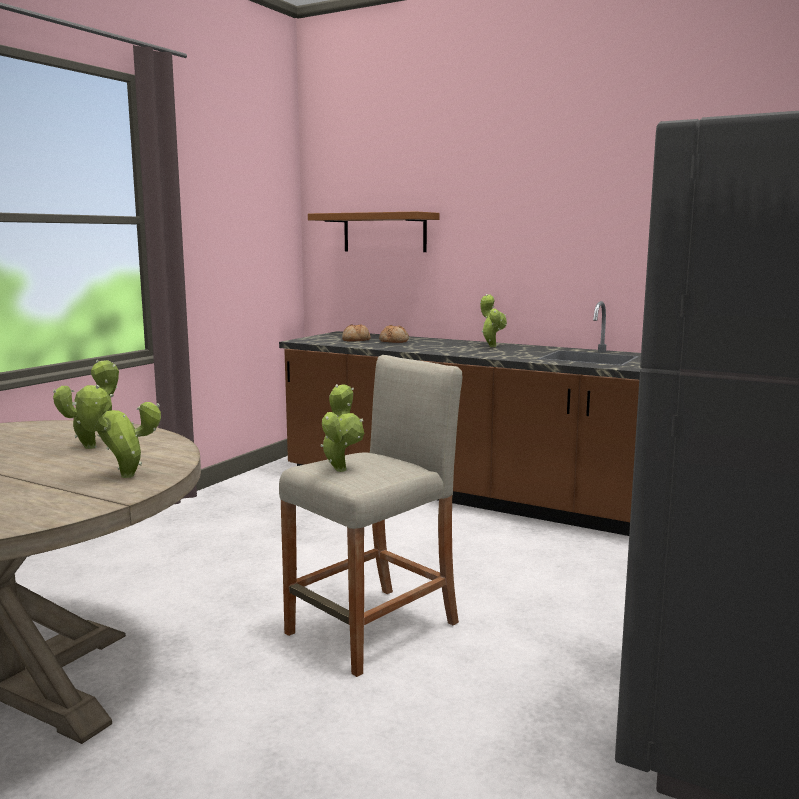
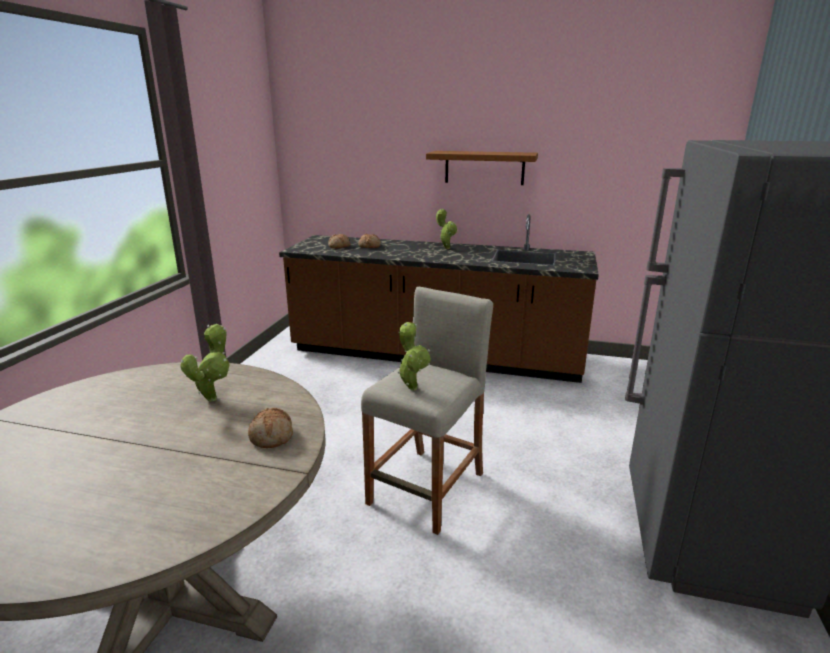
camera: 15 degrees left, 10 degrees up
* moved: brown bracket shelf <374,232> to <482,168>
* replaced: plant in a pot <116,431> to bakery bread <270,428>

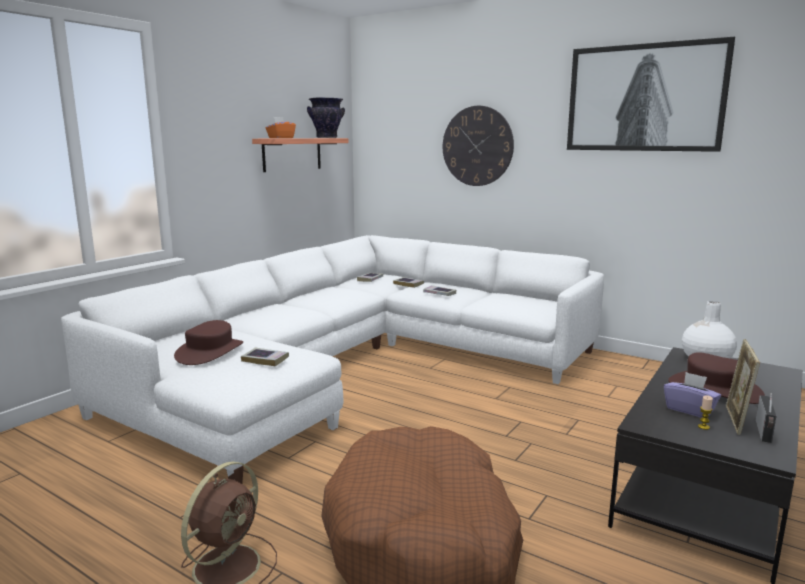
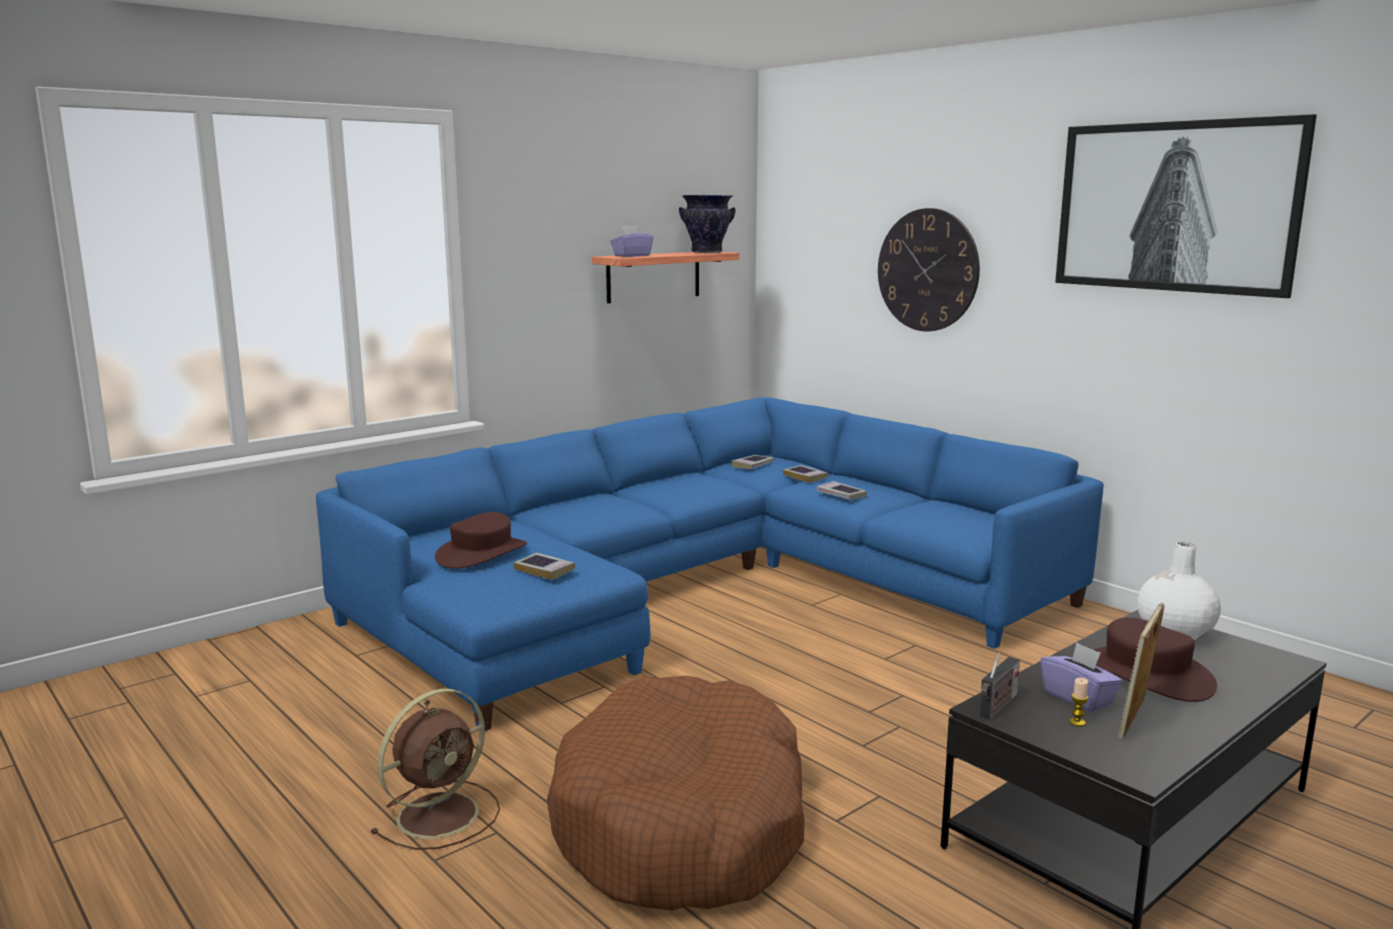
camera: 15 degrees right, 0 degrees up
* moved: radio <766,418> to <999,685>
* recoloured: white sofa <332,359> to bluish sofa <710,564>
* recoloured: orange tissue holder <280,127> to purplish tissue holder <632,241>

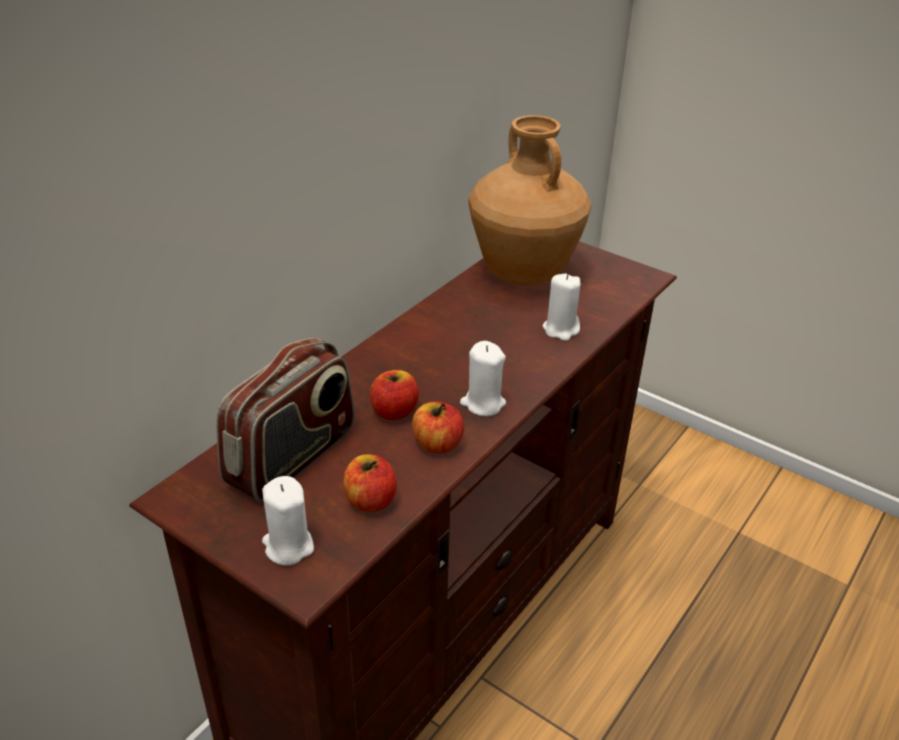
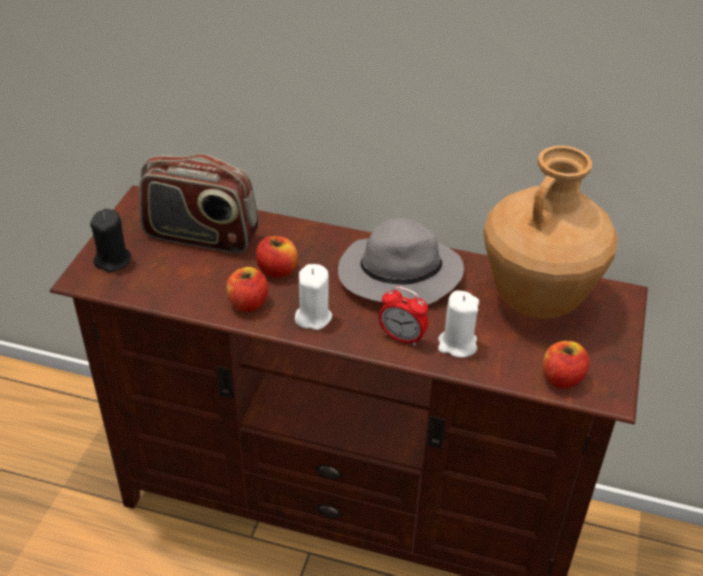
camera: 70 degrees right, 5 degrees up
* added: gray hat <401,261>
* added: bedside clock <403,316>
* moved: apple fruit <370,483> to <566,365>
* recoloured: white candle <288,521> to blackish candle <110,240>

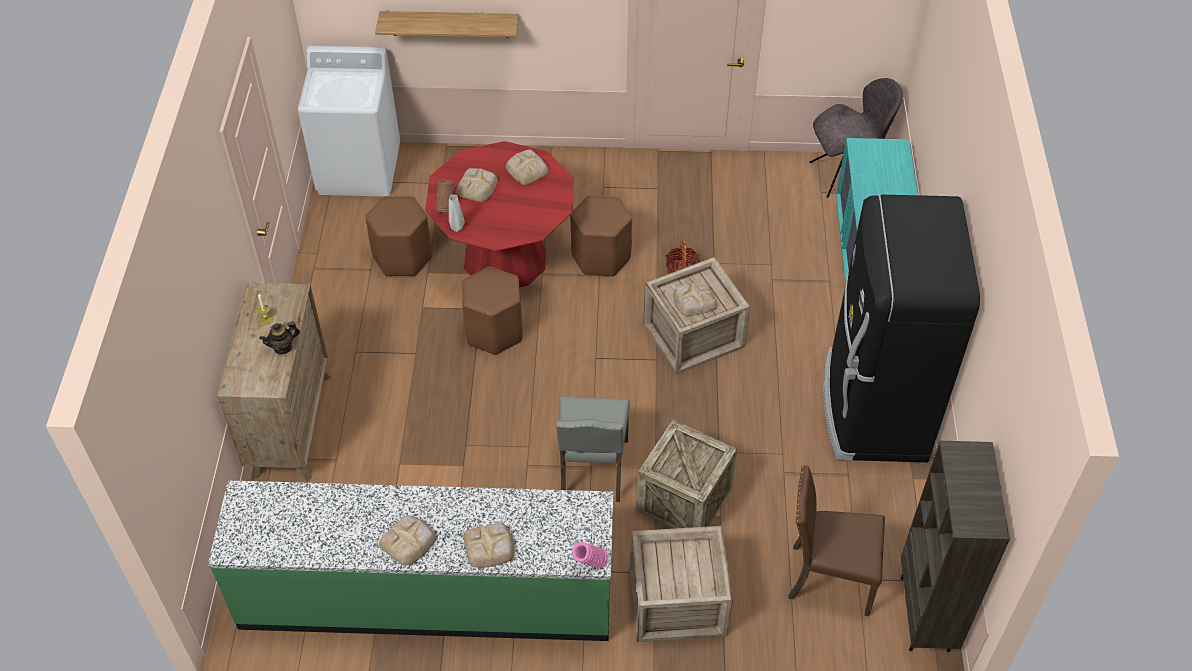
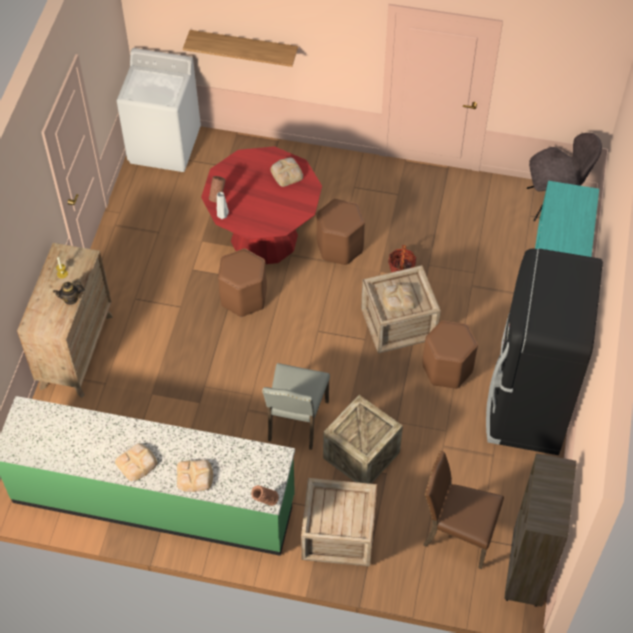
camera: 10 degrees right, 5 degrees up
* removed: bakery bread <476,185>
* moved: brown stool seat <398,236> to <450,354>
* recoloured: pink-coloured vase <590,555> to brown vase <265,495>

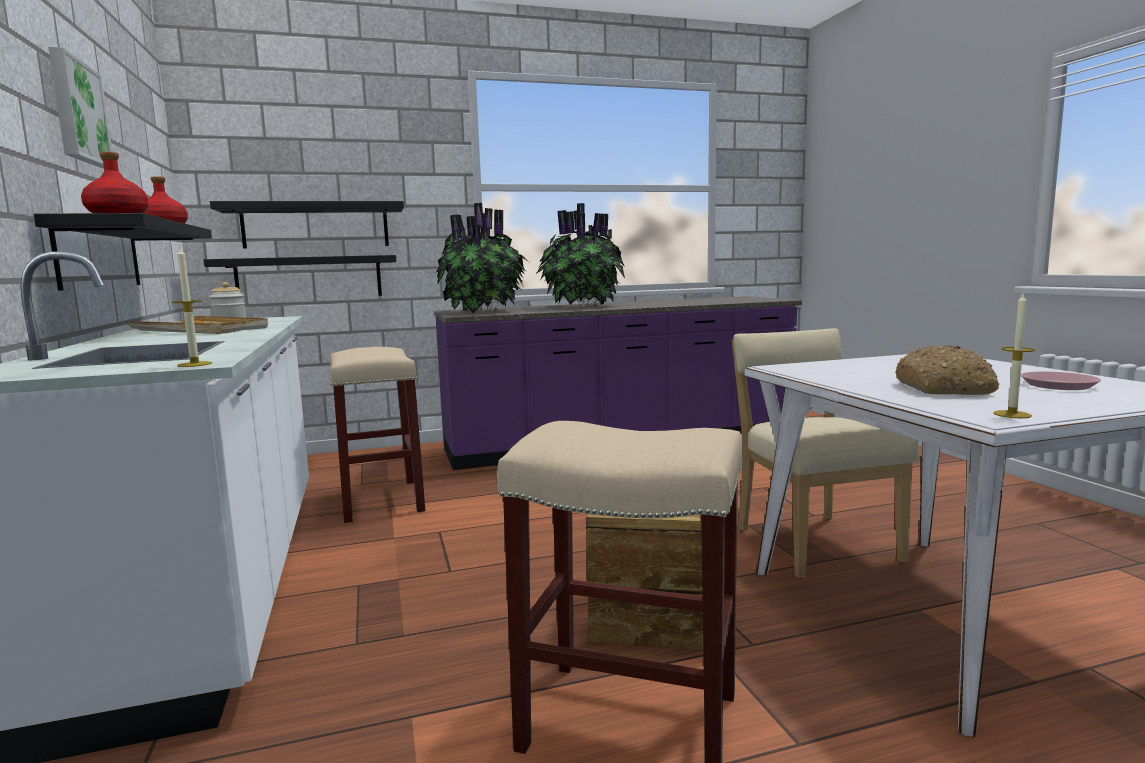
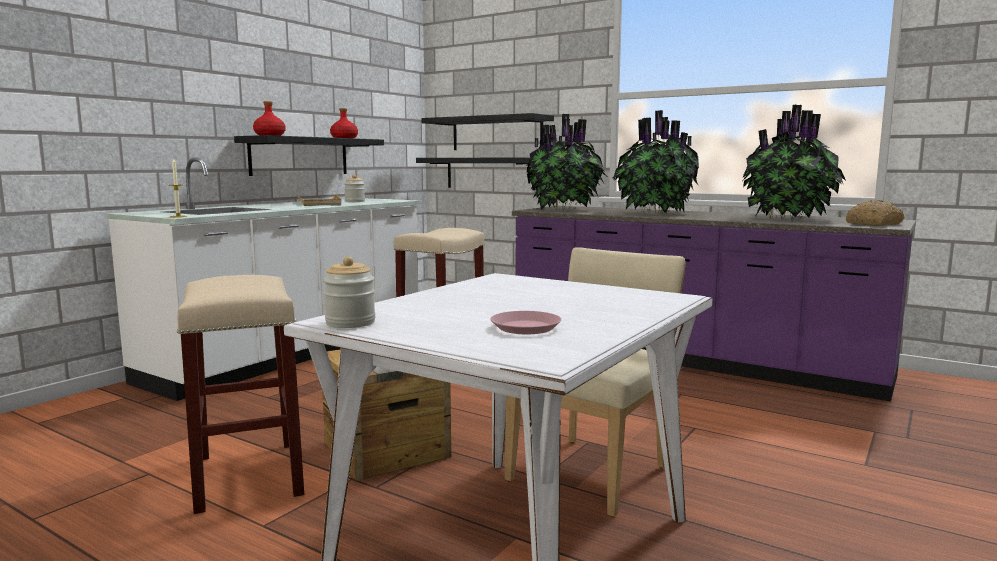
camera: 50 degrees right, 0 degrees up
* removed: picture <80,108>
* added: plant in a pot <794,162>
* moved: bakery bread <947,370> to <875,213>
* replaced: candle <1014,355> to jar <349,292>

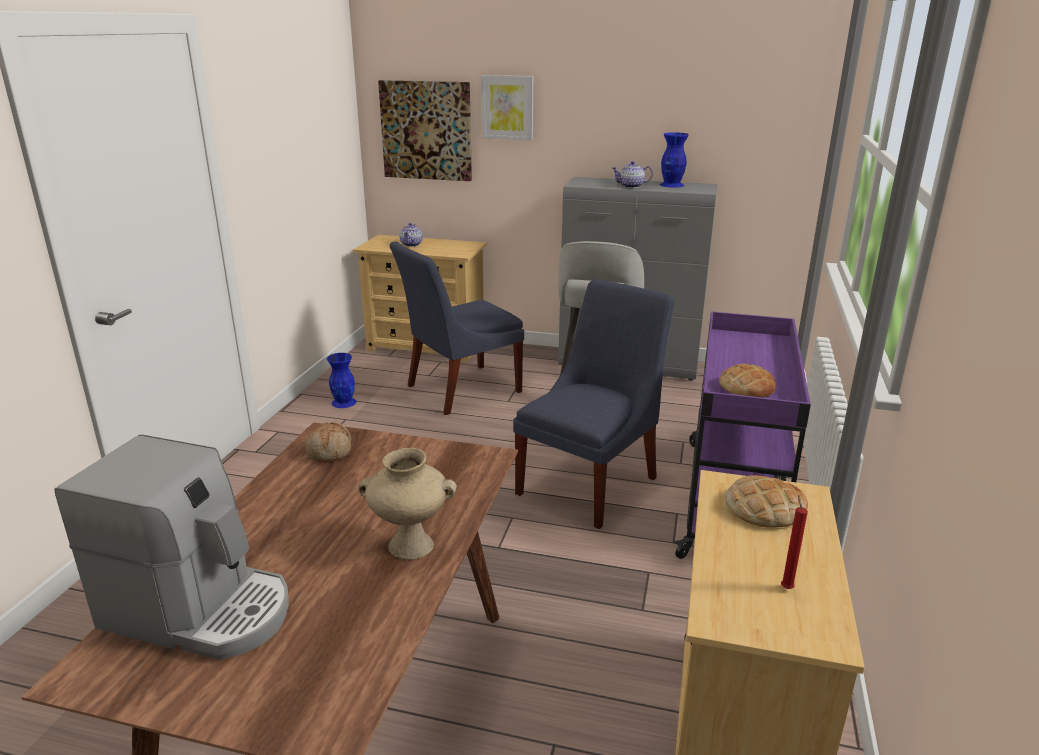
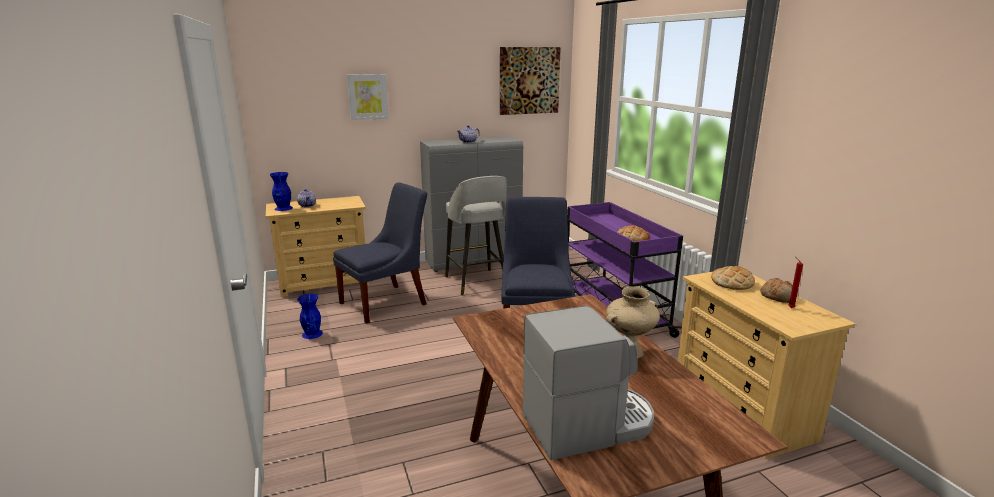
camera: 35 degrees left, 5 degrees down
* moved: bakery bread <328,442> to <776,290>
* moved: picture <425,130> to <530,81>
* moved: bluish vase <674,160> to <281,191>
* turned: bluish chair <457,328> = <380,253> 150 degrees counterclockwise

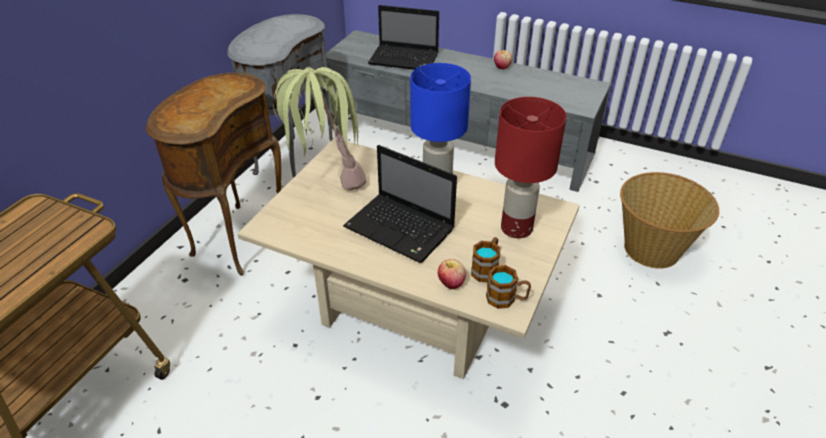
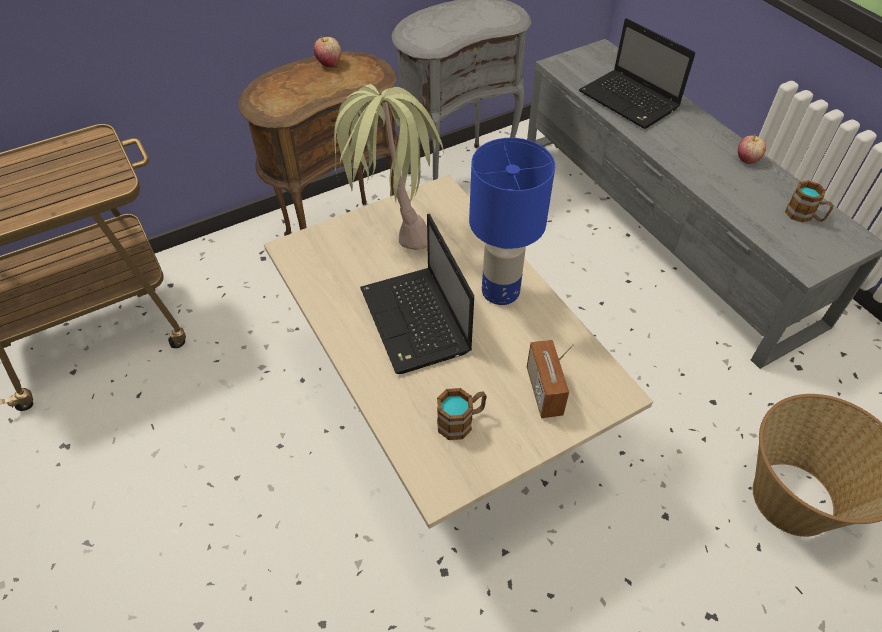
camera: 35 degrees right, 10 degrees up
* moved: apple fruit <452,274> to <327,51>
* moved: coffee mug <508,287> to <809,201>
* replaced: reddish table lamp <531,167> to radio <550,379>

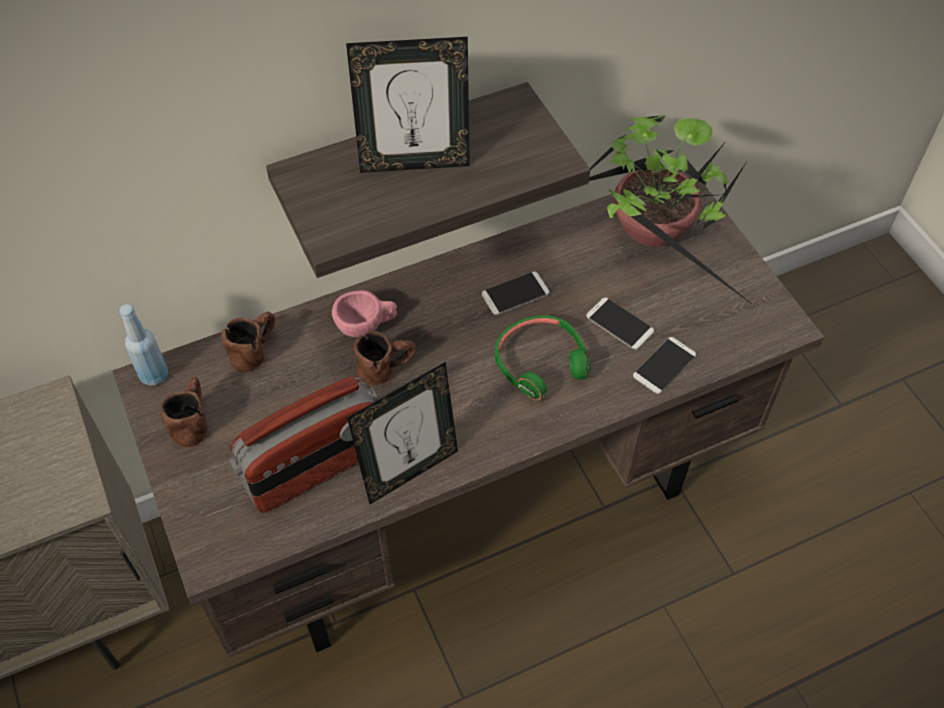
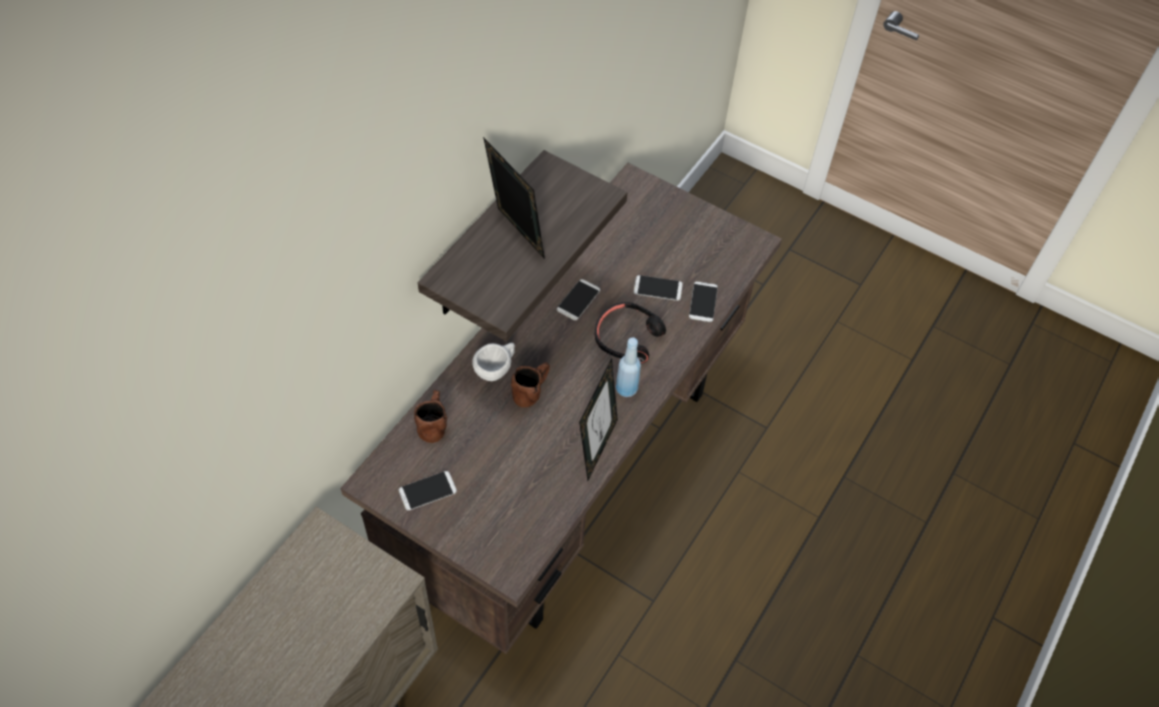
camera: 35 degrees left, 0 degrees up
* removed: radio <303,444>
* removed: plant in a pot <673,211>
* moved: bluish bottle <143,345> to <628,367>
* replaced: brown coffee mug <184,412> to telephone <428,491>
* recoloured: pink-coloured cup <364,313> to white cup <493,362>
* recoloured: green pair of headphones <542,358> to blackish pair of headphones <630,333>
* turned: photo frame <408,105> = <514,198> 90 degrees counterclockwise

